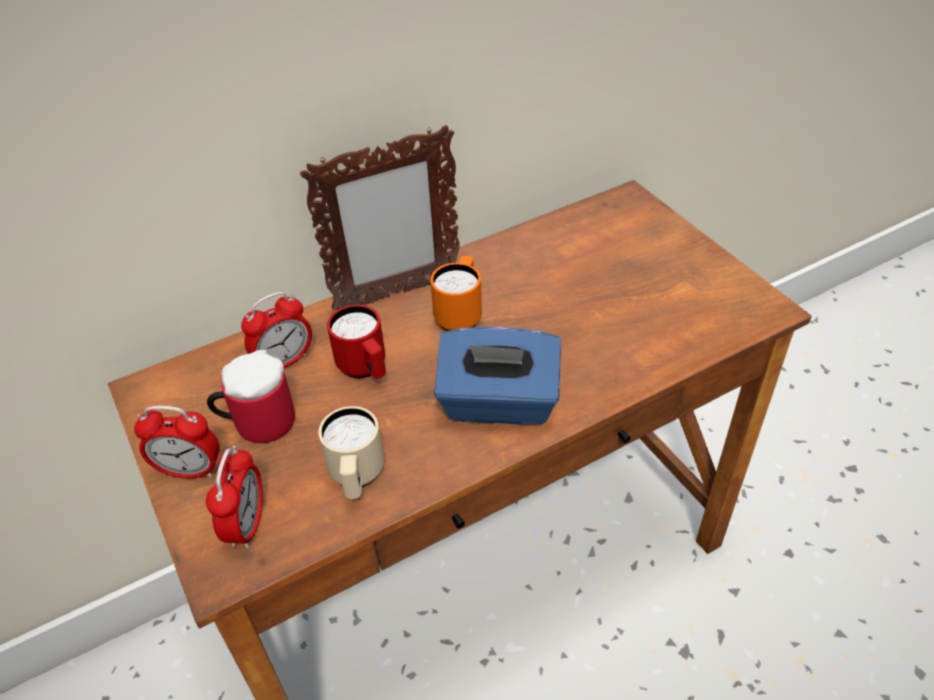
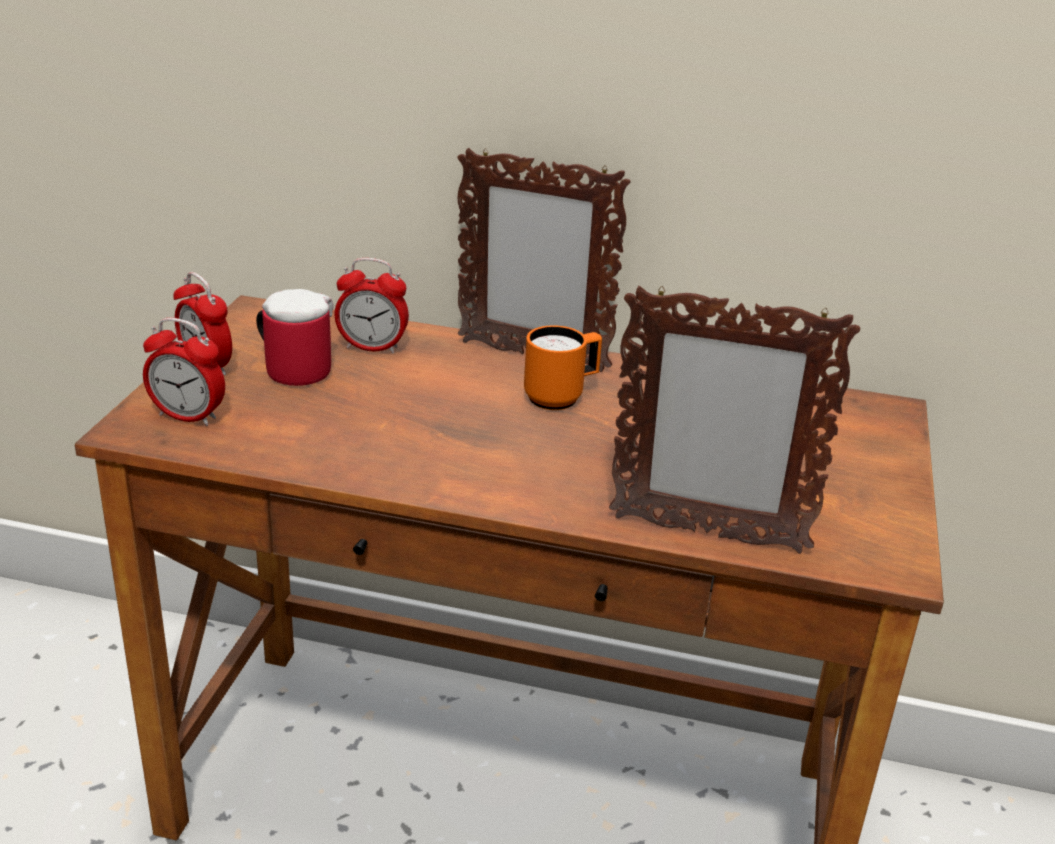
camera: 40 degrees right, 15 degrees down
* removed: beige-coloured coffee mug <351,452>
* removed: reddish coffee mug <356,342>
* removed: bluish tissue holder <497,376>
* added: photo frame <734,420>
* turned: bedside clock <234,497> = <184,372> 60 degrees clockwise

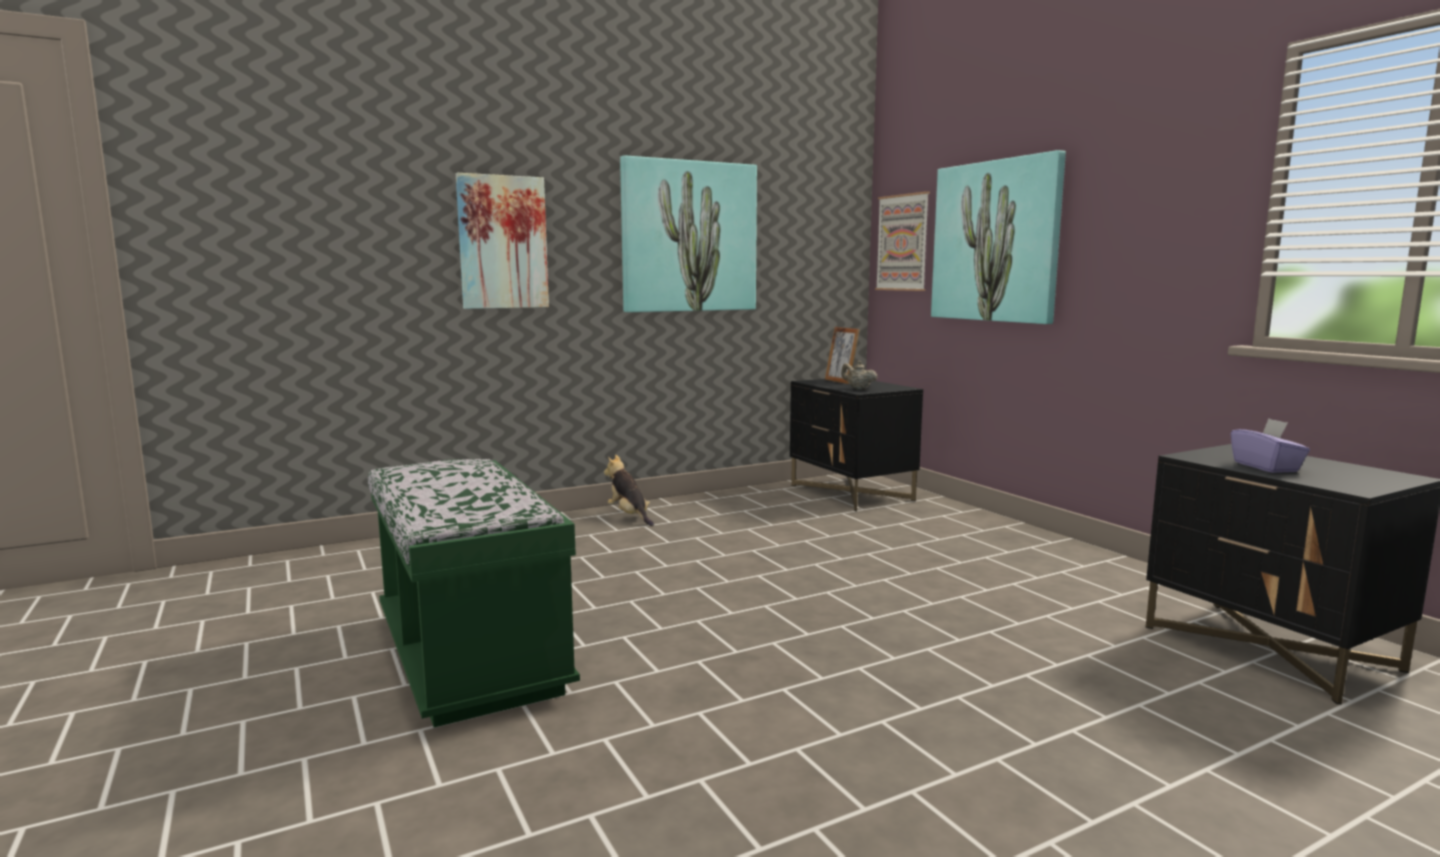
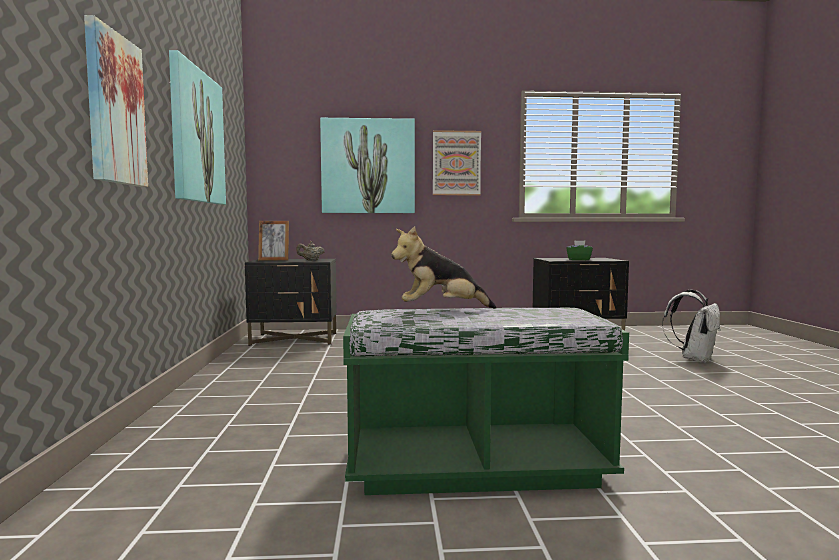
camera: 65 degrees left, 5 degrees down
* added: white rucksack <691,326>
* moved: cuddly toy <629,490> to <443,267>
* moved: picture <902,241> to <457,162>
* recoloured: purplish tissue holder <1270,445> to green tissue holder <579,250>

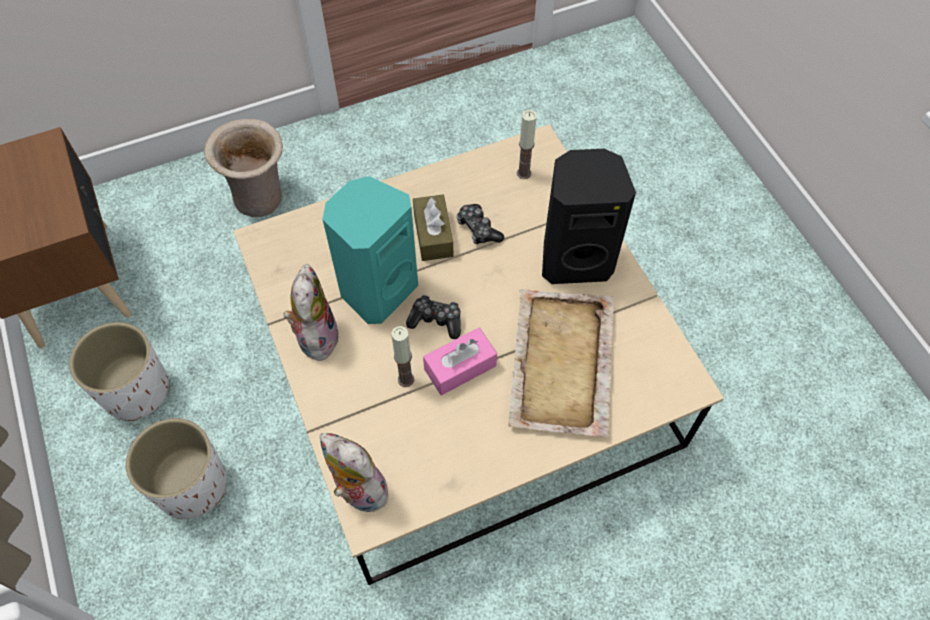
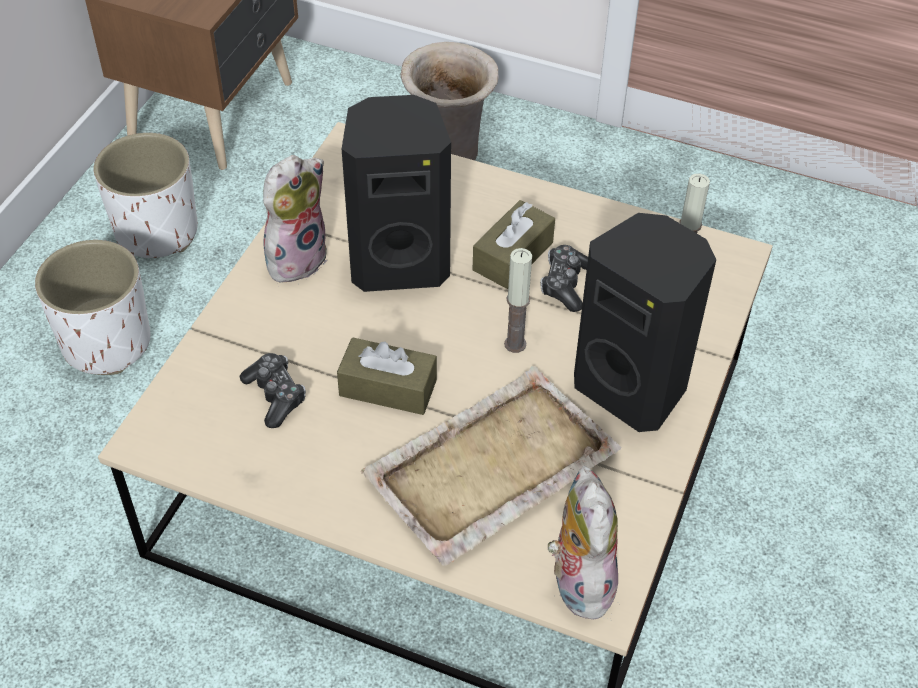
camera: 45 degrees right, 10 degrees down
* moved: cuddly toy <354,472> to <583,543>
* moved: candle <402,356> to <518,300>
* moved: game controller <433,317> to <273,390>
* recoloured: blue-green audio speaker <370,250> to blackish audio speaker <396,193>
* recoloured: pink-coloured tissue holder <460,361> to brown tissue holder <387,376>

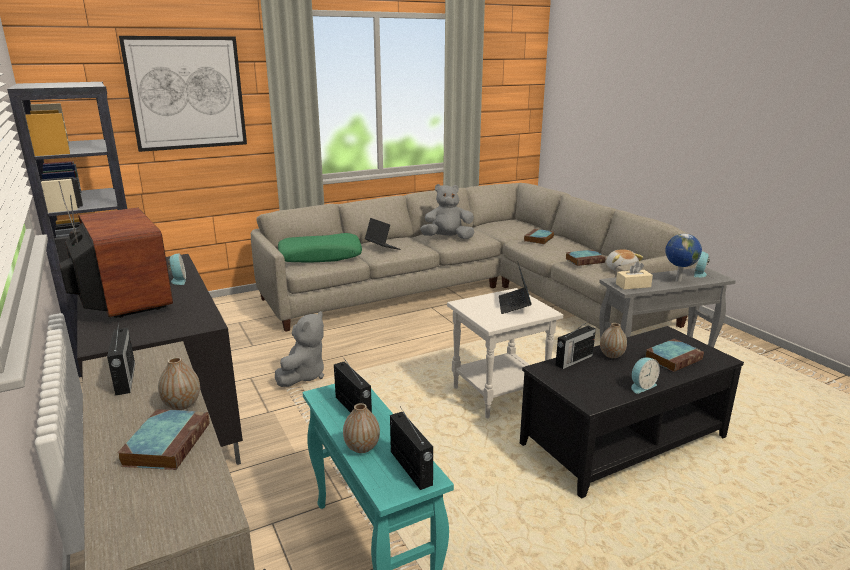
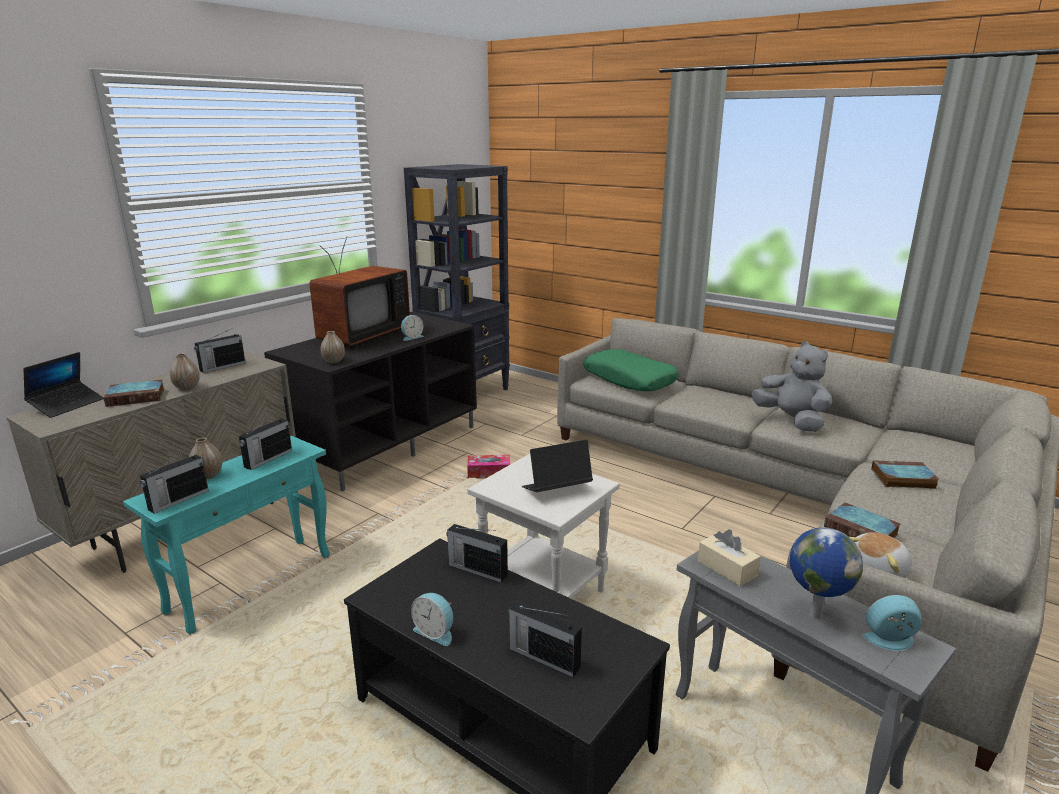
camera: 65 degrees right, 0 degrees up
* removed: picture <183,94>
* moved: notebook computer <383,234> to <63,385>
* moved: vase <613,340> to <333,347>
* replaced: gray cuddly toy <299,349> to tissue holder <488,467>
* replaced: book <675,355> to radio <545,639>

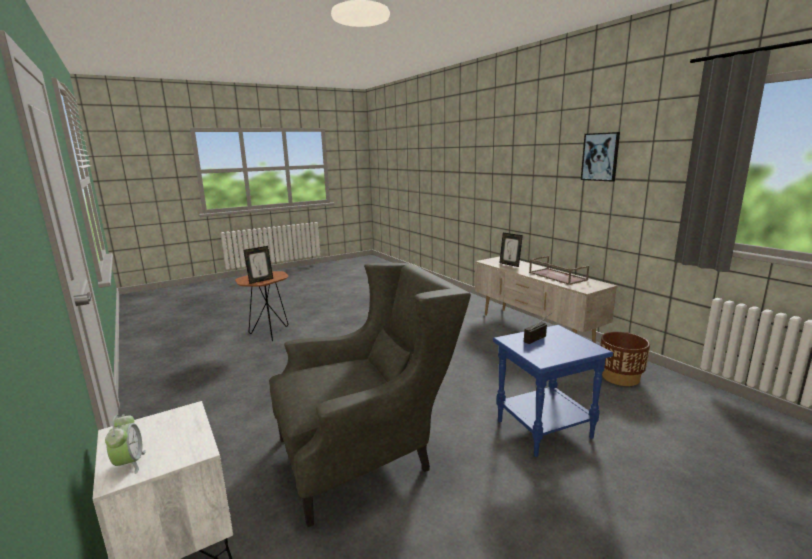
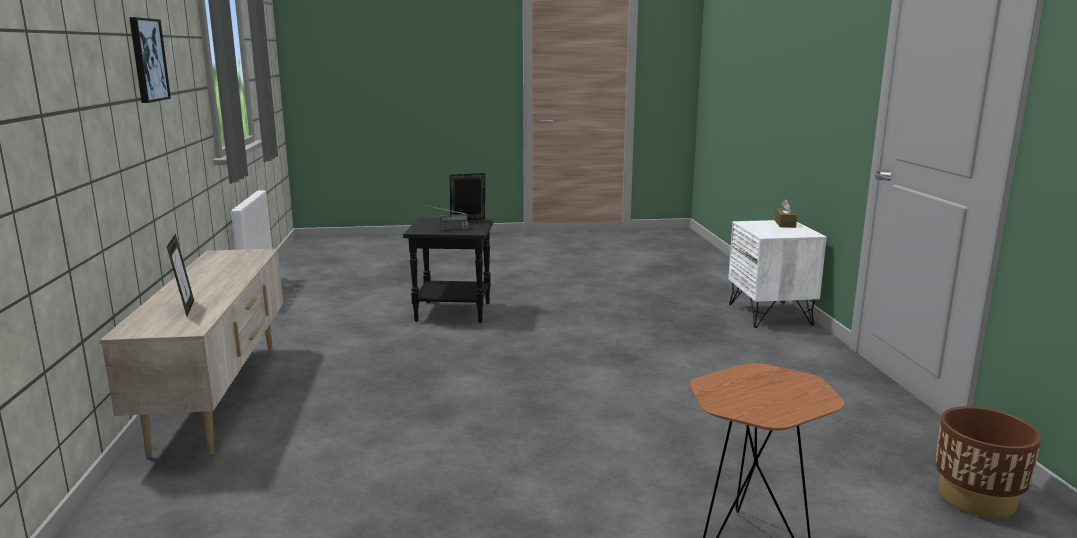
camera: 155 degrees left, 0 degrees up
* removed: gray lounge chair <370,395>
* removed: brown carrying tray <559,270>
* moved: photo frame <258,265> to <467,196>
* moved: brown plant pot <625,359> to <988,462>
* replaced: bedside clock <125,444> to brown tissue holder <786,213>
* recoloured: bluish accent table <553,391> to blackish accent table <448,270>

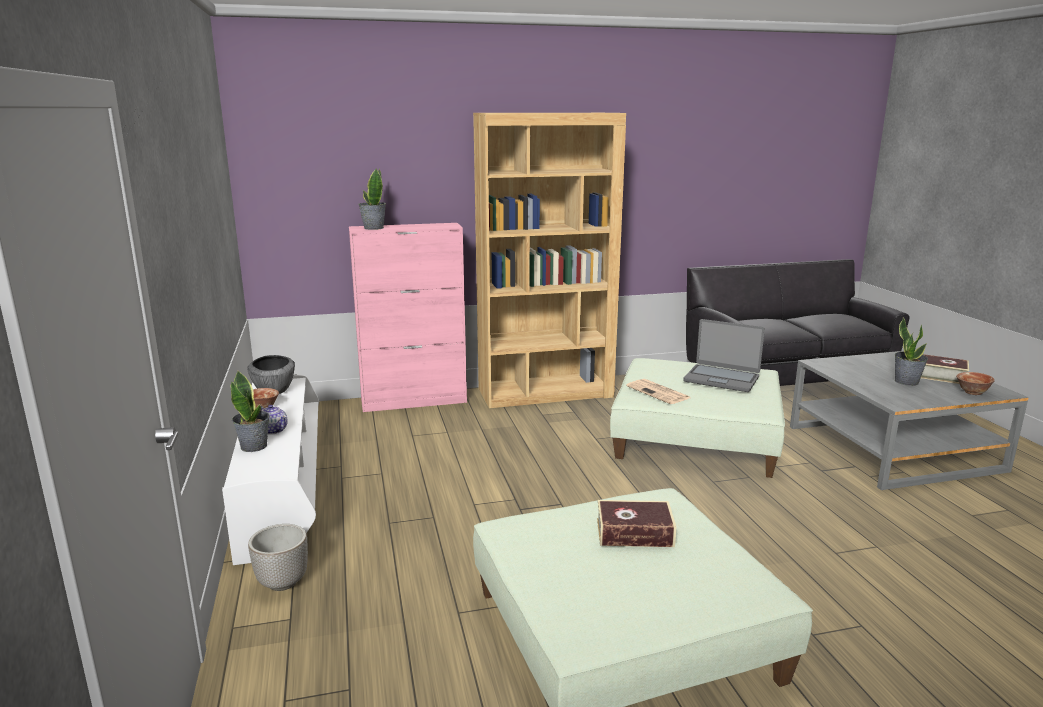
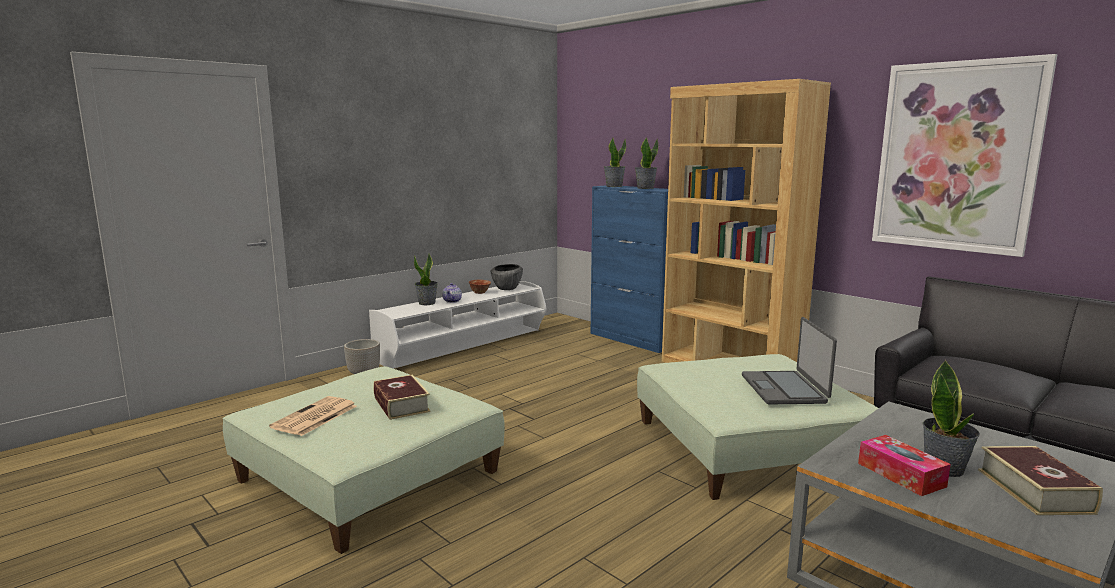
camera: 60 degrees right, 5 degrees down
* removed: serving bowl <975,383>
* added: plant in a pot <646,163>
* added: tissue holder <904,465>
* added: picture <964,155>
* moved: newspaper <658,391> to <313,416>
* recoloured: pink-coloured cupboard <408,317> to bluish cupboard <629,269>

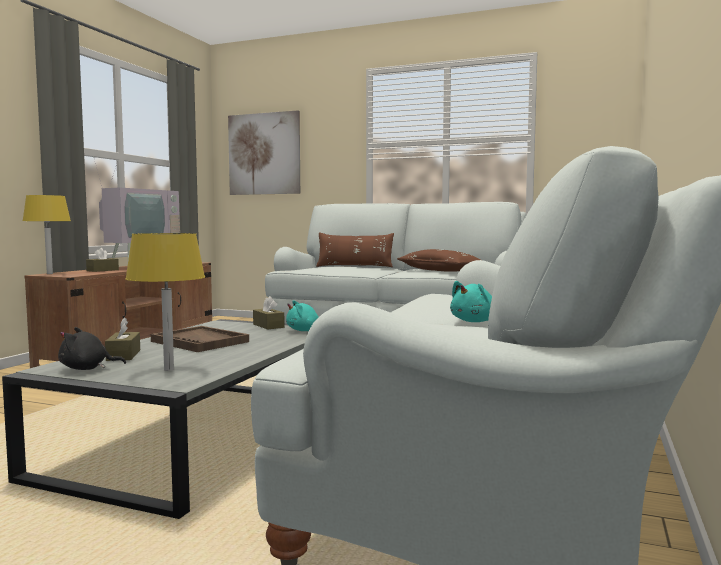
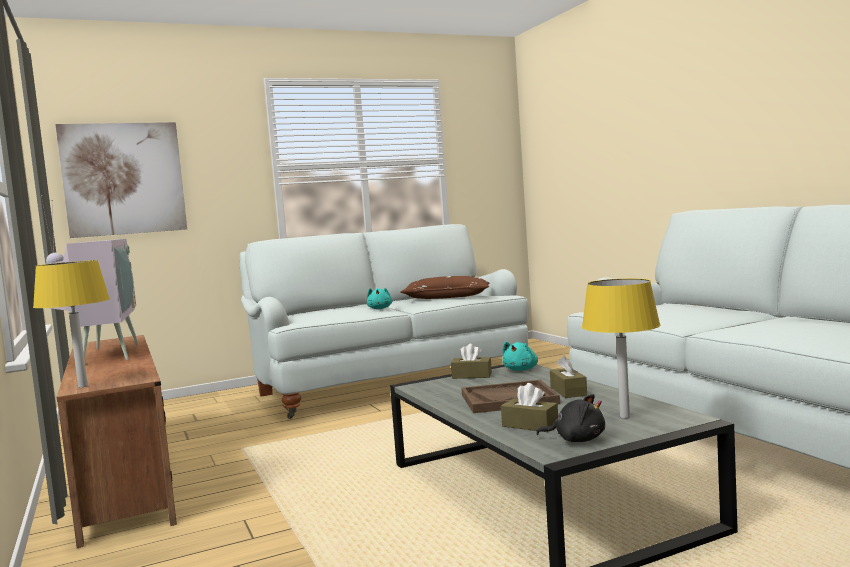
camera: 45 degrees left, 0 degrees up
* removed: brown pillow <355,249>
* moved: brown tissue holder <102,260> to <568,376>
* moved: blue-green cuddly toy <471,301> to <379,298>
* turned: blackish cuddly toy <92,348> = <570,418> 105 degrees counterclockwise

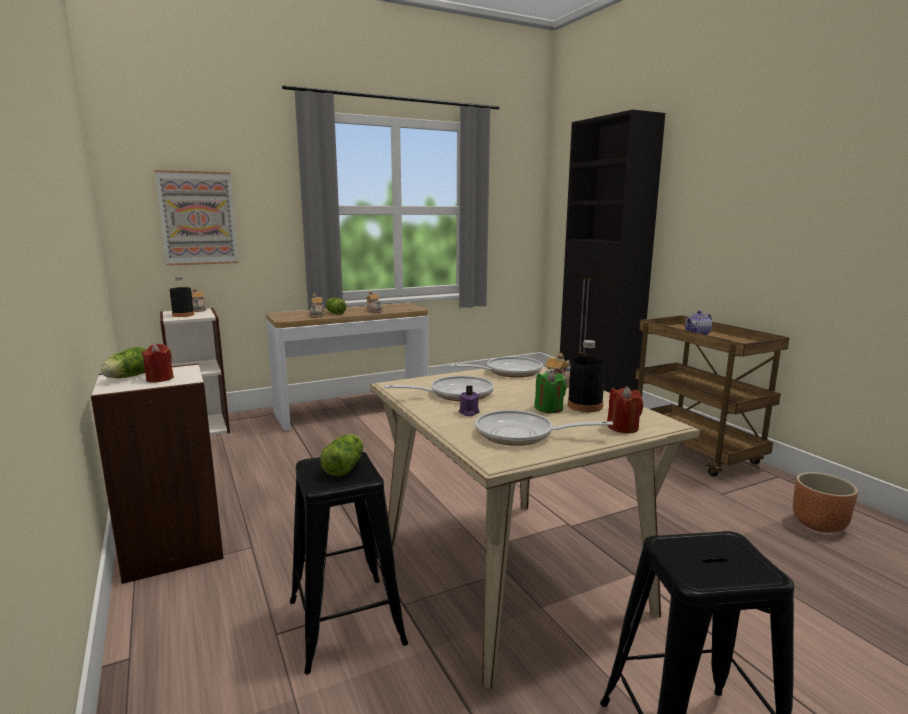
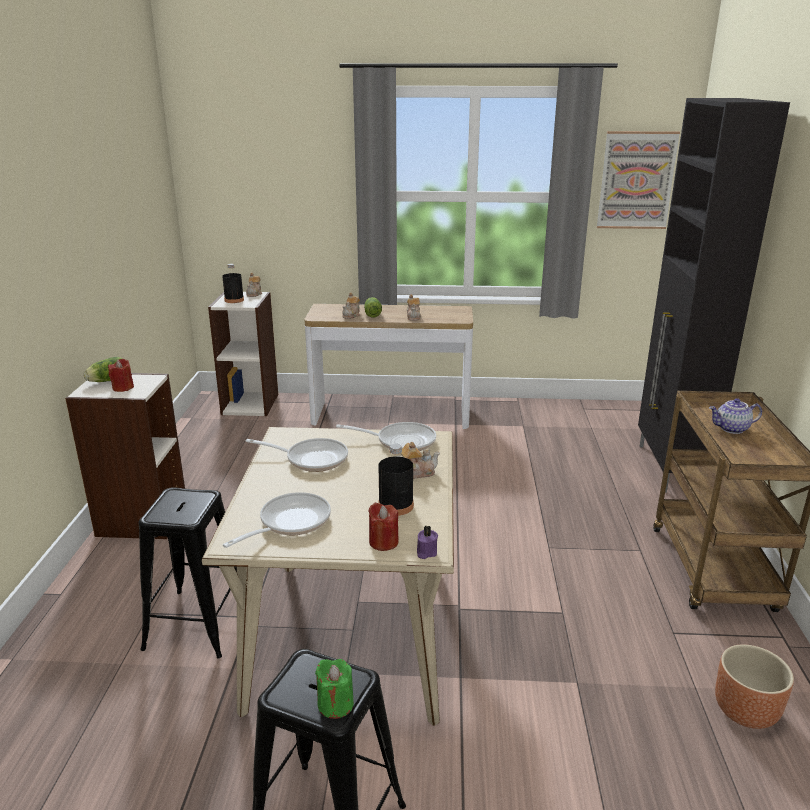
camera: 30 degrees right, 10 degrees up
* removed: head of lettuce <341,455>
* moved: picture <196,218> to <638,180>
* moved: purplish candle <469,400> to <427,542>
* moved: green candle <550,391> to <334,689>
* turned: skillet <544,428> = <277,520> 90 degrees clockwise

